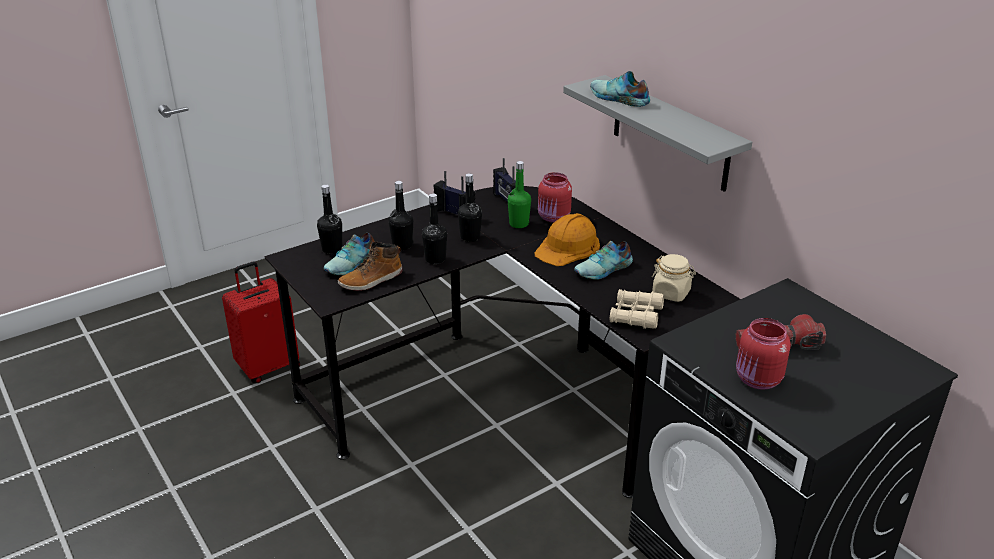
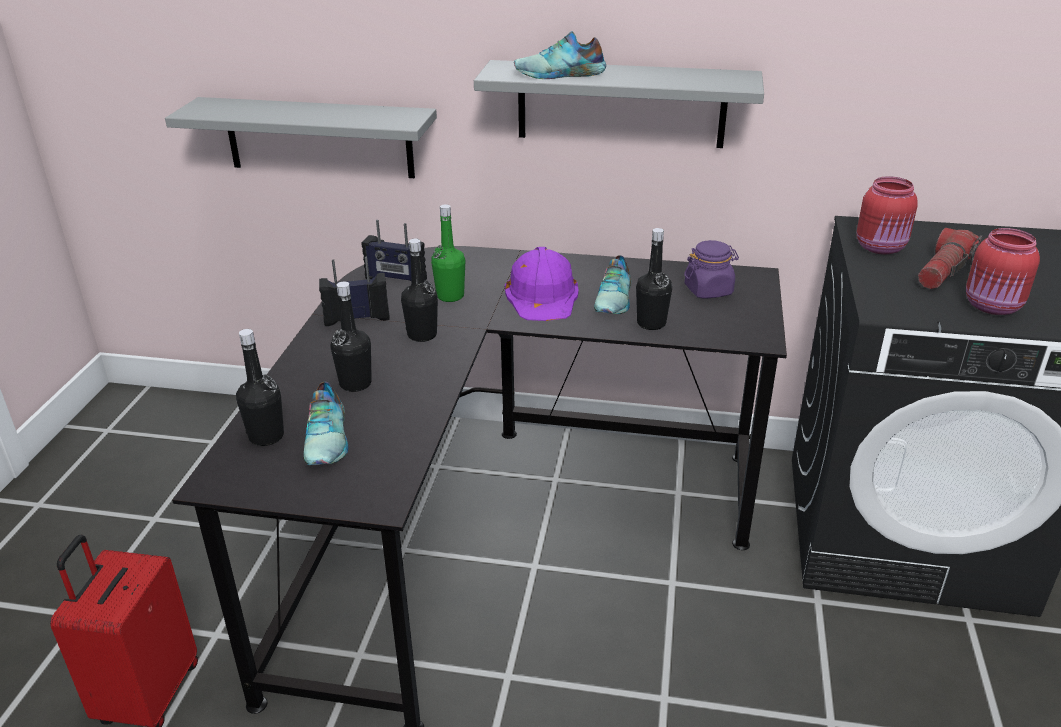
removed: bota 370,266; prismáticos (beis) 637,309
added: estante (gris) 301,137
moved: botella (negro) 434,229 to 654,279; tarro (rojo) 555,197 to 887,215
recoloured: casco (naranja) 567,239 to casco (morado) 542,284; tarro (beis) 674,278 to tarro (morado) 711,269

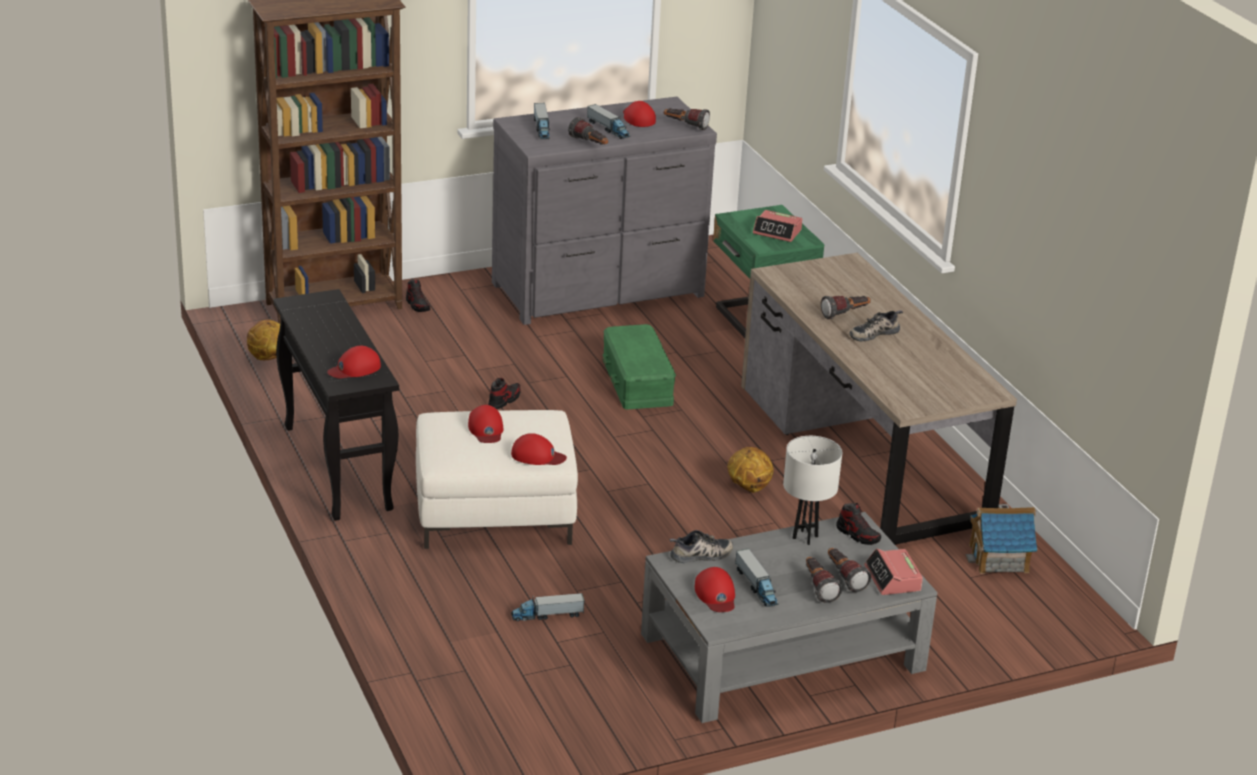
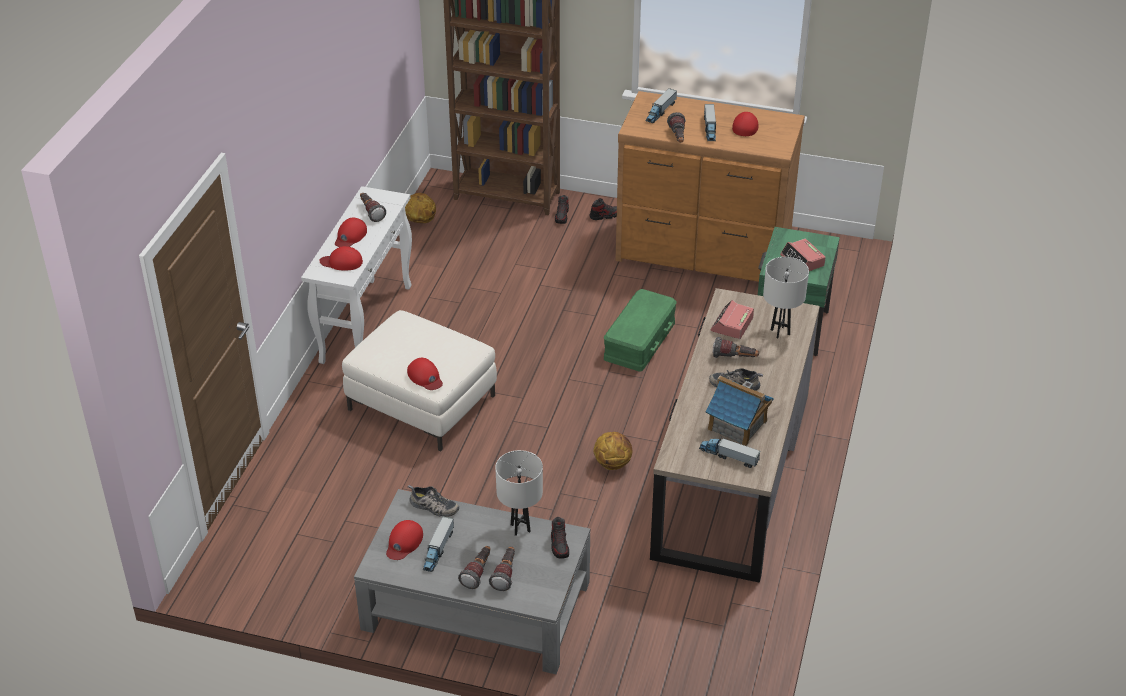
added: lámpara de mesa (blanco) 786,297
moved: gorra (rojo) 485,424 to 351,232; zapato 504,393 to 603,209; camión de juguete 548,607 to 729,452; linterna 687,119 to 373,207; despertador 893,571 to 732,319; casita 1001,539 to 739,411
recoloured: mesa consola (negro) 336,405 to mesa consola (blanco) 356,275; cómoda (gris) 604,211 to cómoda (marrón) 710,186

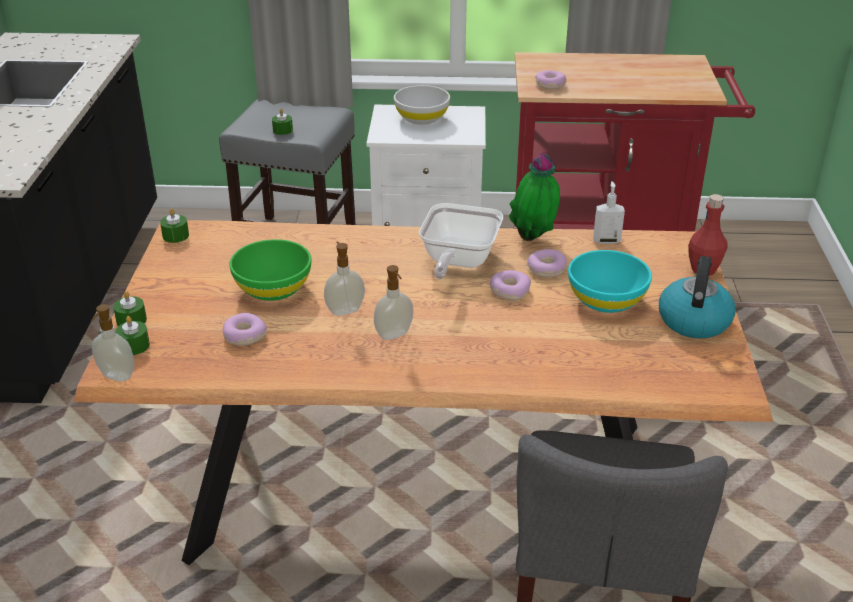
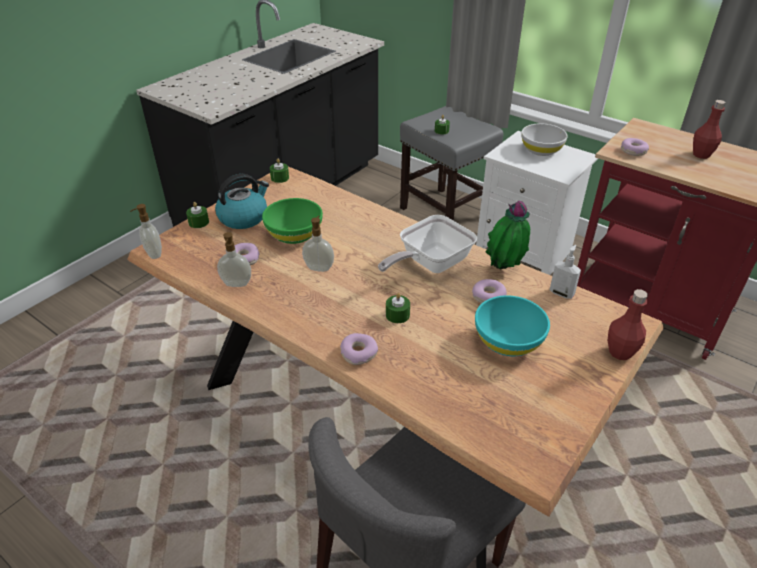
added: botella (rojo) 709,129
moved: vela (verde) 132,335 to 398,308; dispensador de jabón 393,302 to 234,259; rosquilla 510,285 to 359,349; hervidor 697,297 to 242,201

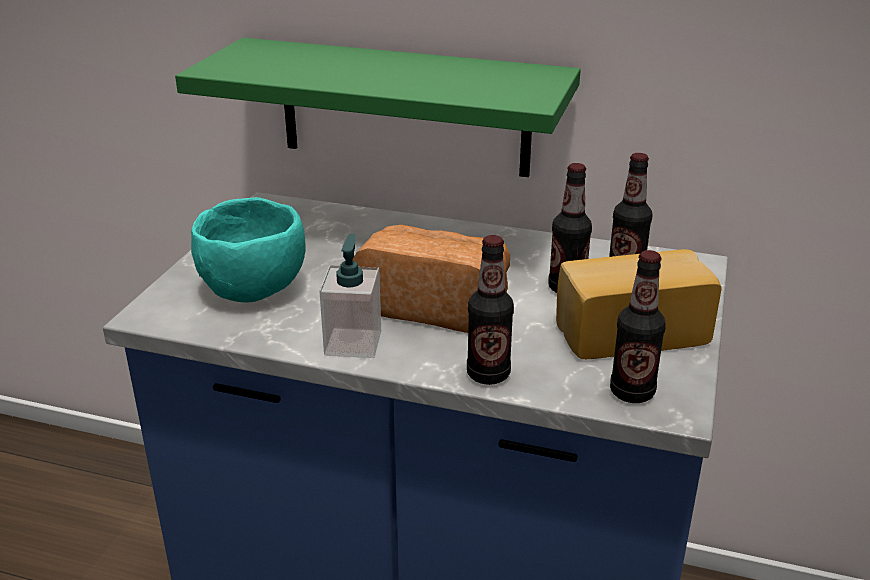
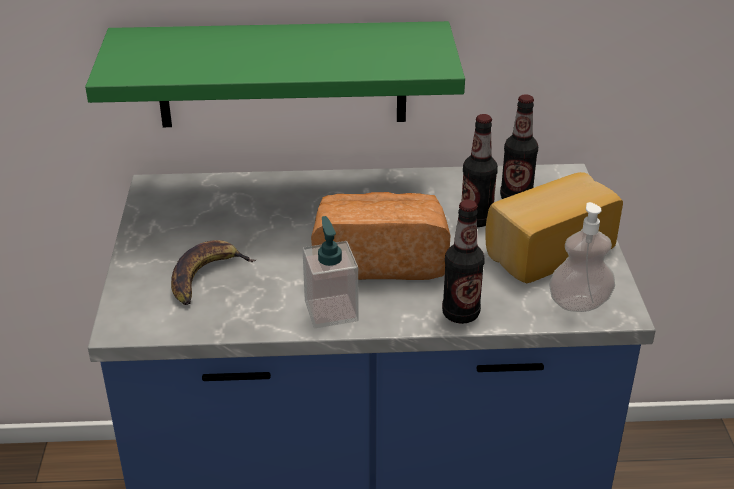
replaced: cuenco (turquesa) 248,249 to plátano 213,272; botella 638,326 to dispensador de jabón 582,257

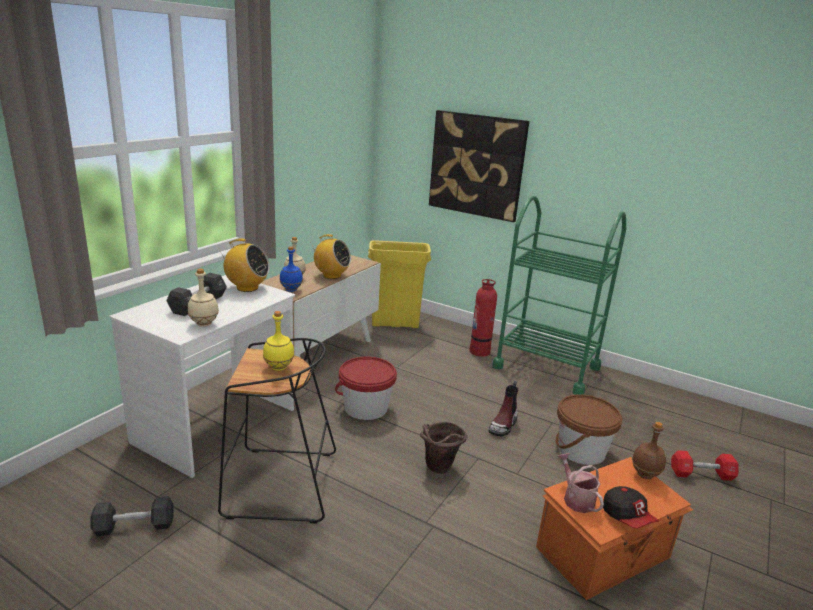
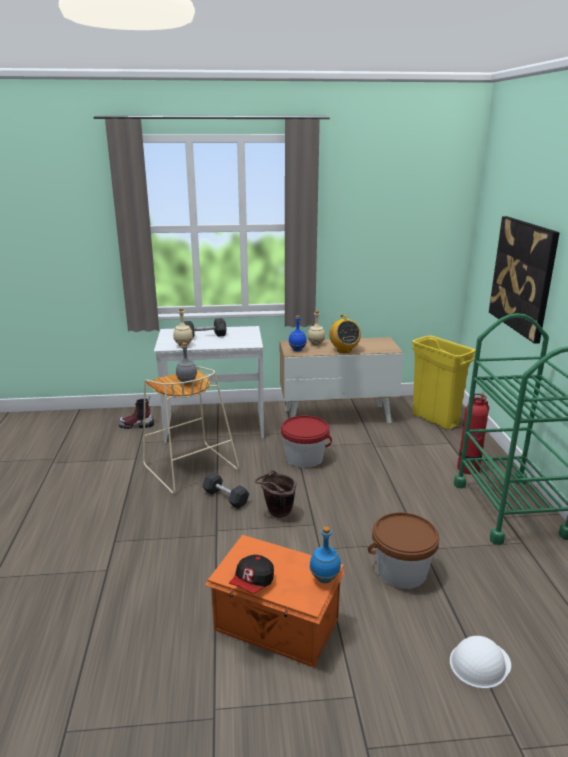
removed: radio 244,265; regadera 580,483
moved: mancuerna (negro) 132,516 to 225,490; bota 504,408 to 136,412
replaced: mancuerna (rojo) 704,465 to casco (blanco) 480,662
recoloured: taburete (negro) 277,430 to taburete (beis) 191,430; botella (amarillo) 278,341 to botella (gris) 186,363; botella (marrón) 649,450 to botella (azul) 325,554

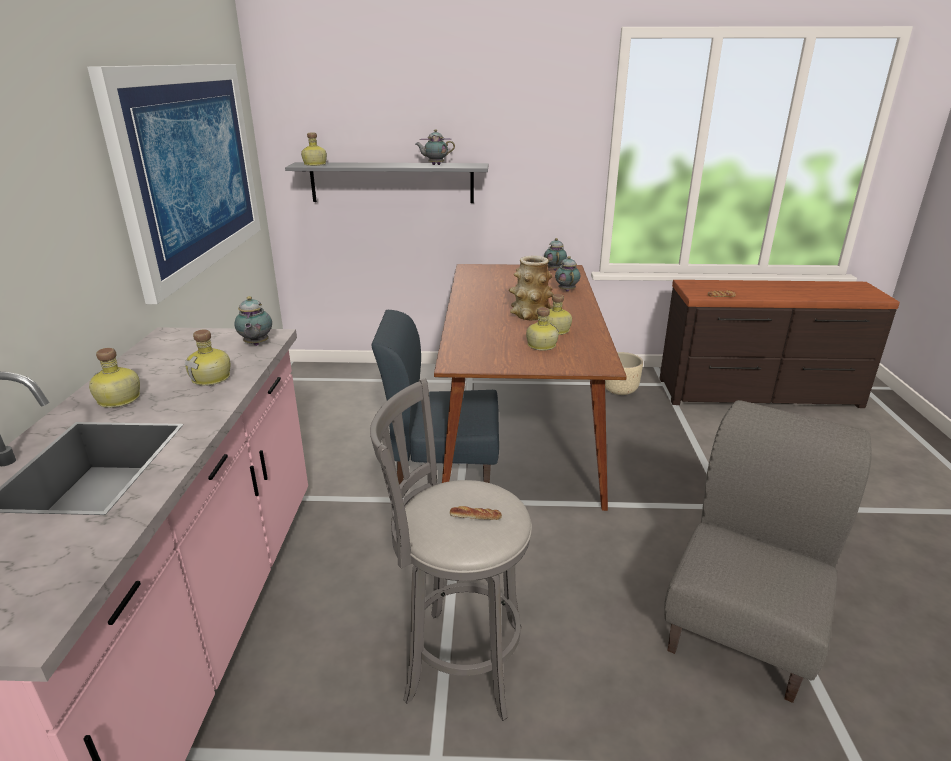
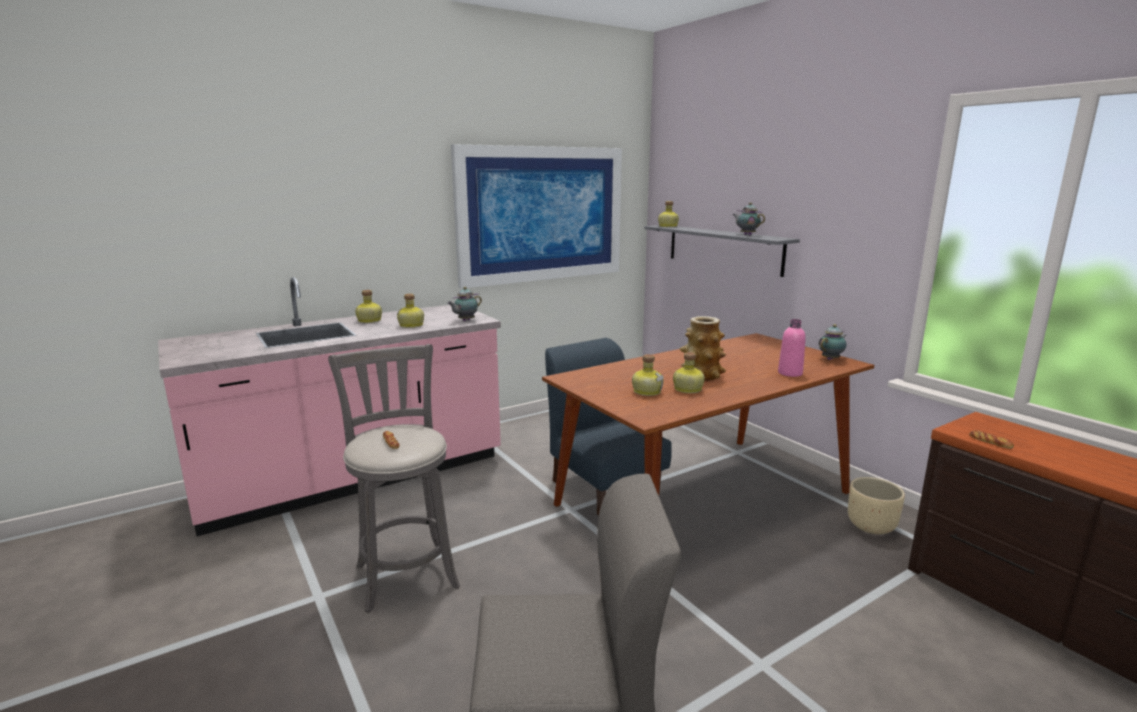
replaced: tetera 567,274 to botella (rosa) 792,348

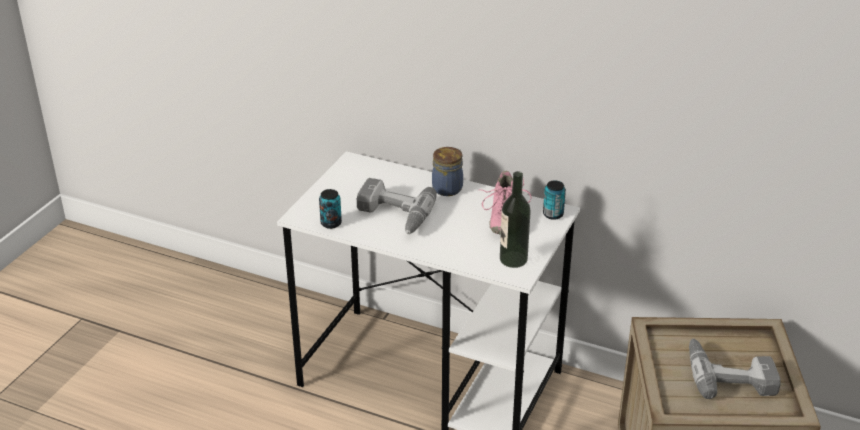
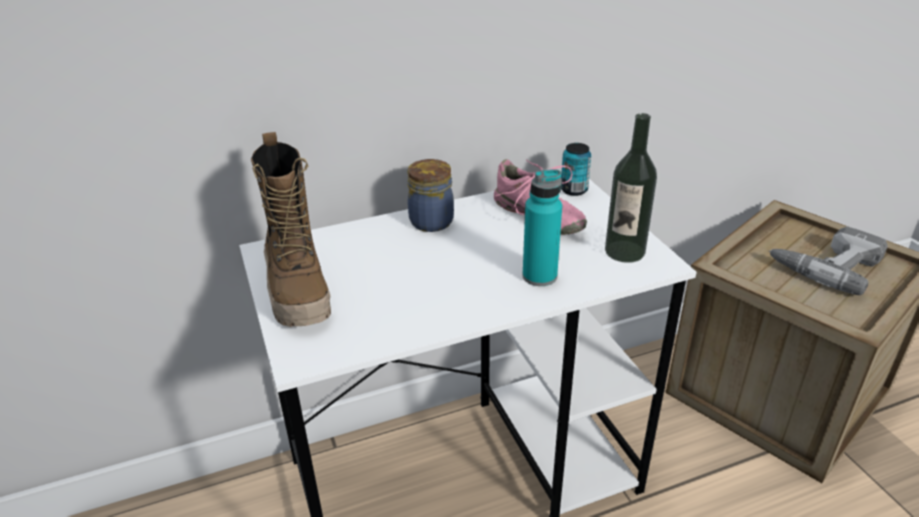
removed: lata 330,209; taladro 397,206
added: bota 291,229; botella (turquesa) 542,227

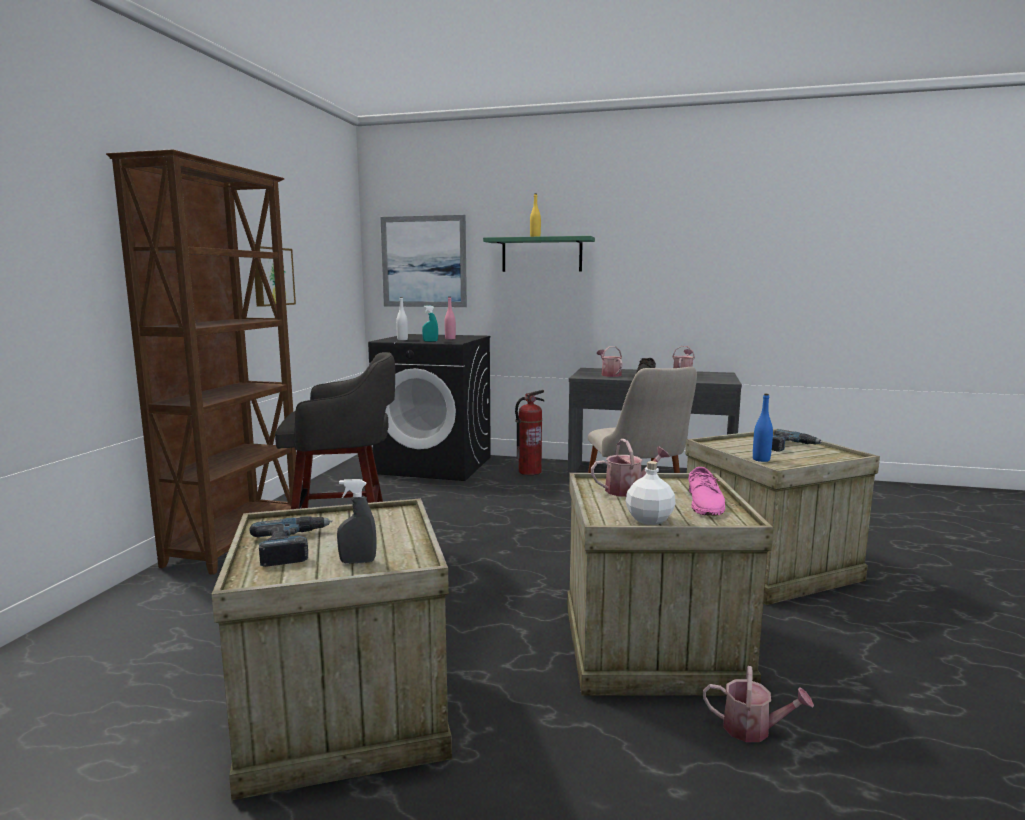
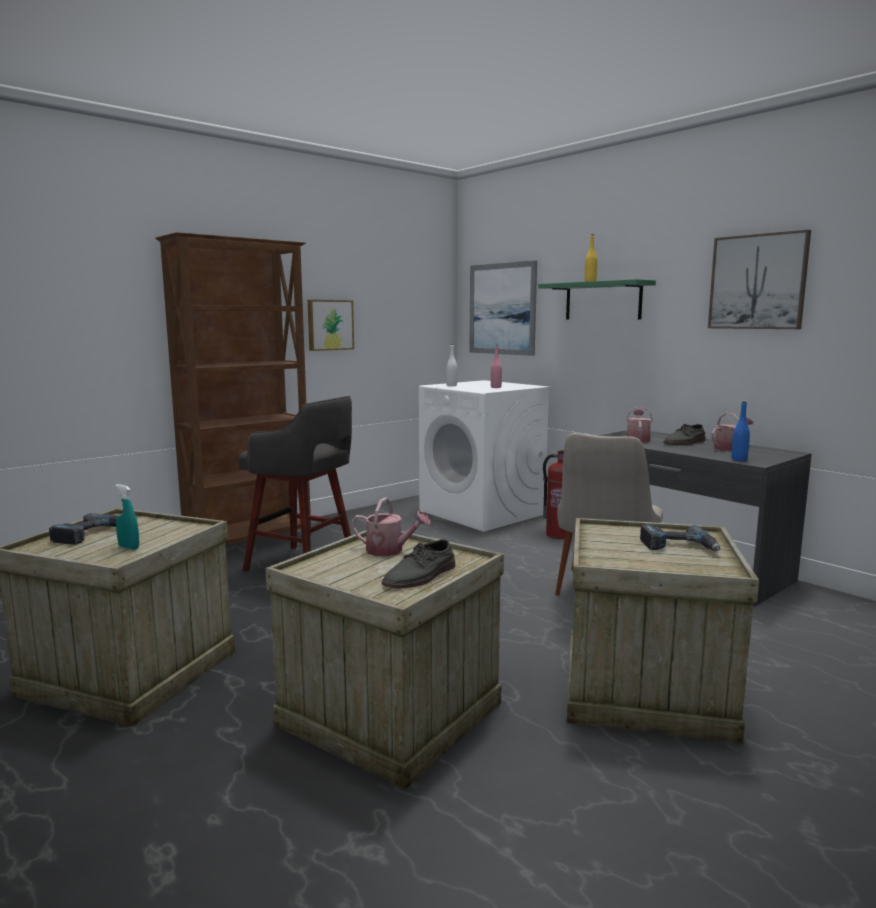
removed: pulverizador (gris) 356,521; botella (blanco) 650,493; regadera 758,704
added: cuadro 759,279
moved: pulverizador (turquesa) 430,324 to 127,517; botella (azul) 763,427 to 740,431
recoloured: lavadora (negro) 429,407 to lavadora (blanco) 485,456; zapato (rosa) 706,491 to zapato (gris) 418,564

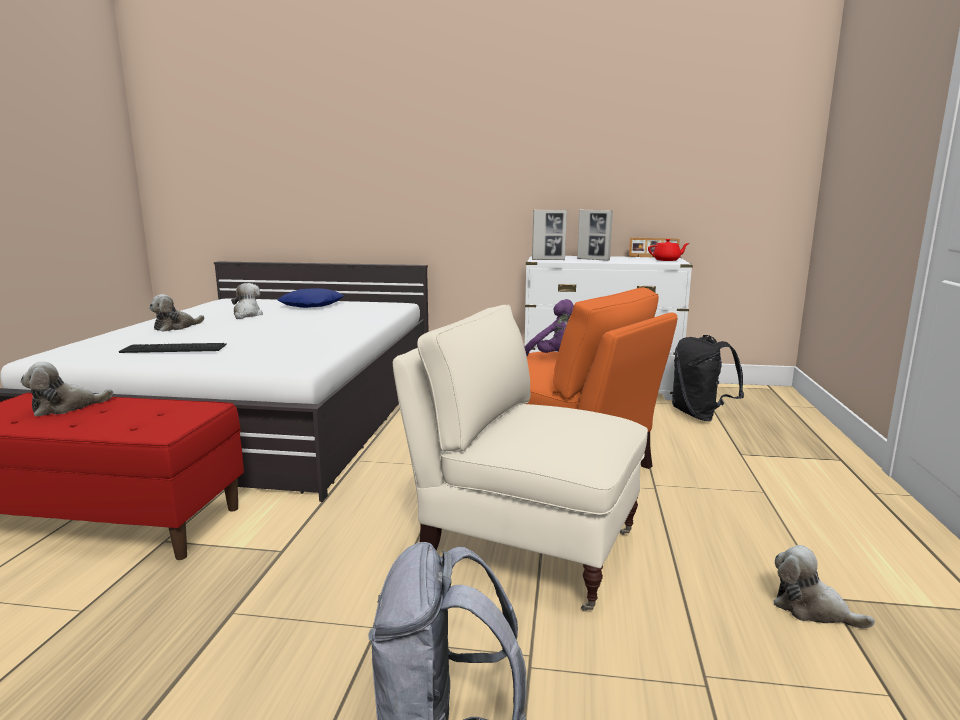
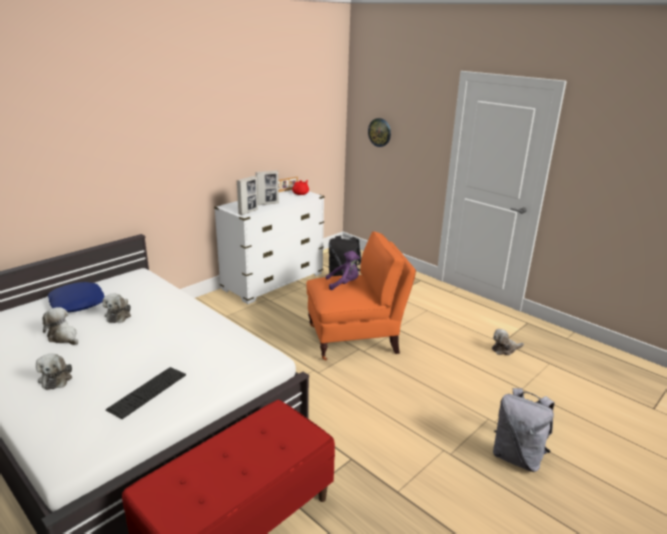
removed: sillón (beis) 520,457
added: reloj de pared 379,132
moved: peluche 67,389 to 116,308

